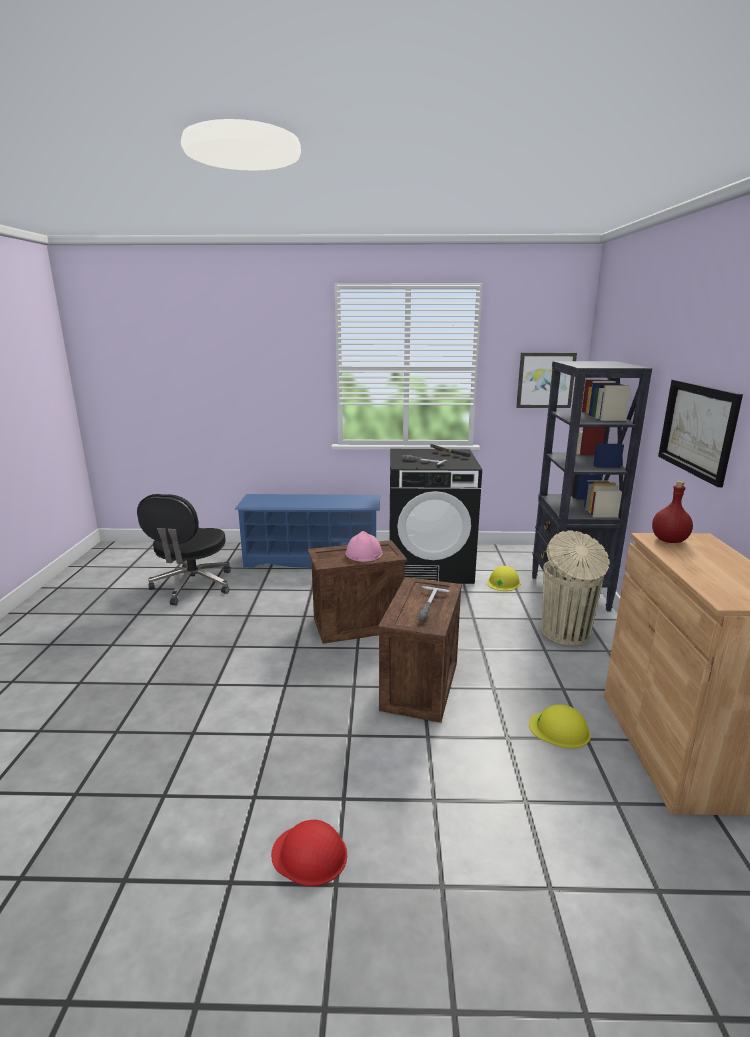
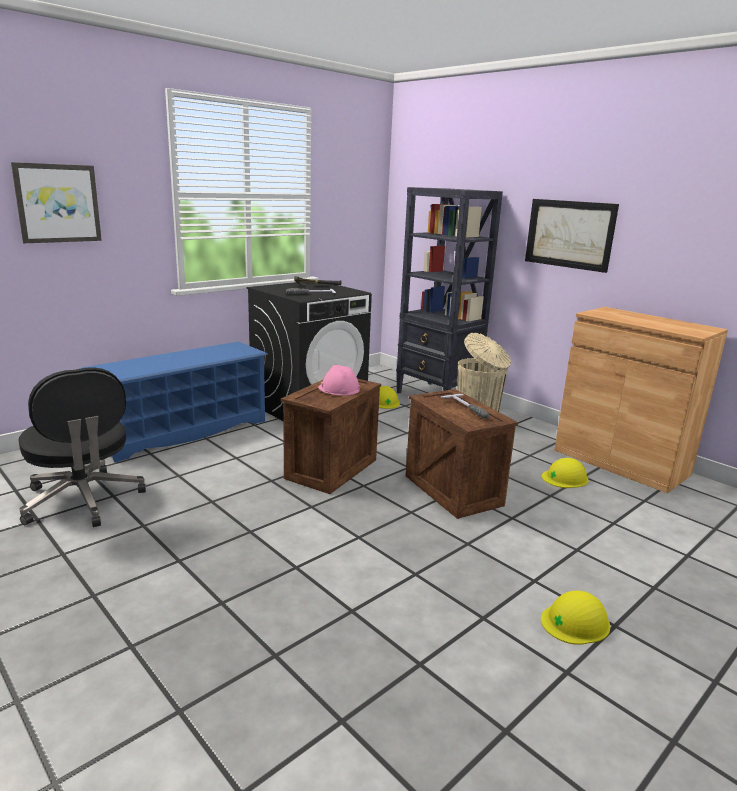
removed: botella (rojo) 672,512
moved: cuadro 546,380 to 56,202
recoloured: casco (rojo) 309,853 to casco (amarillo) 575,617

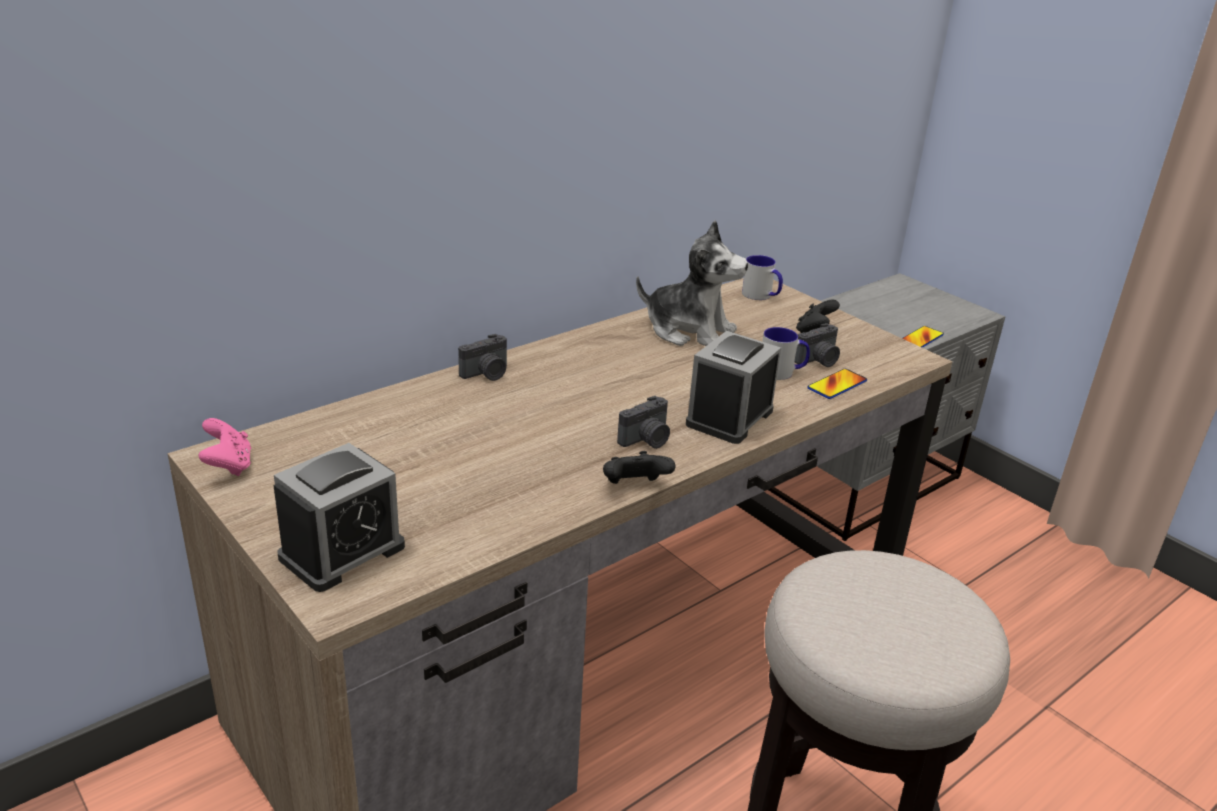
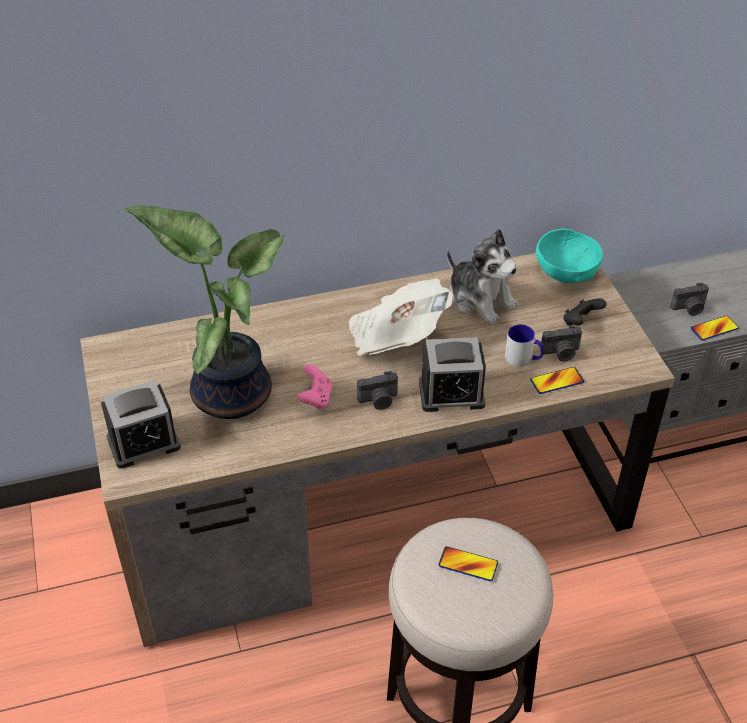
removed: mando de consola (negro) 639,467
added: planta en maceta 205,312; periódico 401,317; móvil 468,563
moved: mando de consola (rosa) 225,447 to 314,387; cámara 482,357 to 689,299
replaced: taza grande 762,277 to cuenco (turquesa) 569,255
turned: despertador 733,387 = 452,374 150 degrees counterclockwise

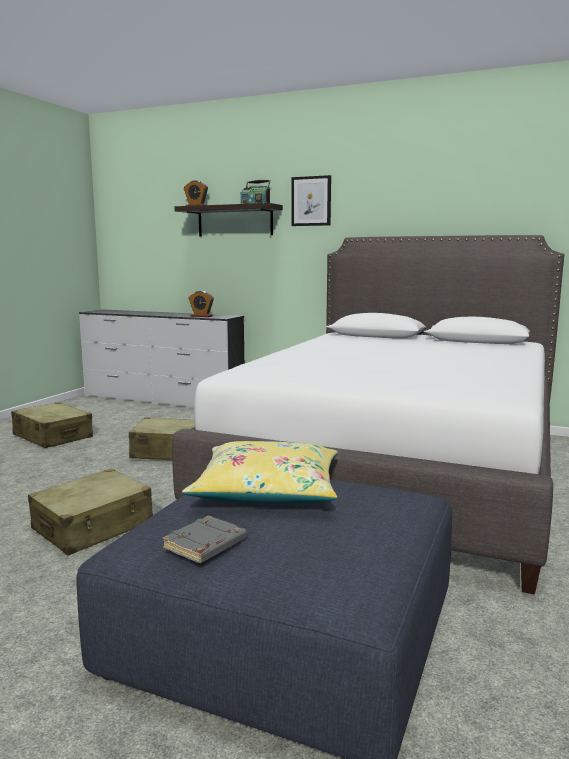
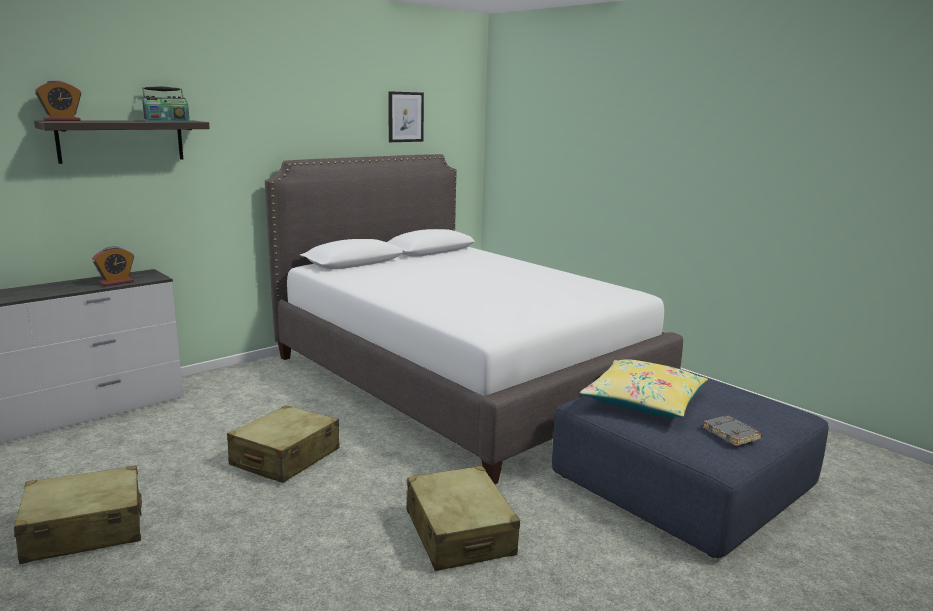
moved: cuadro 311,200 to 406,116

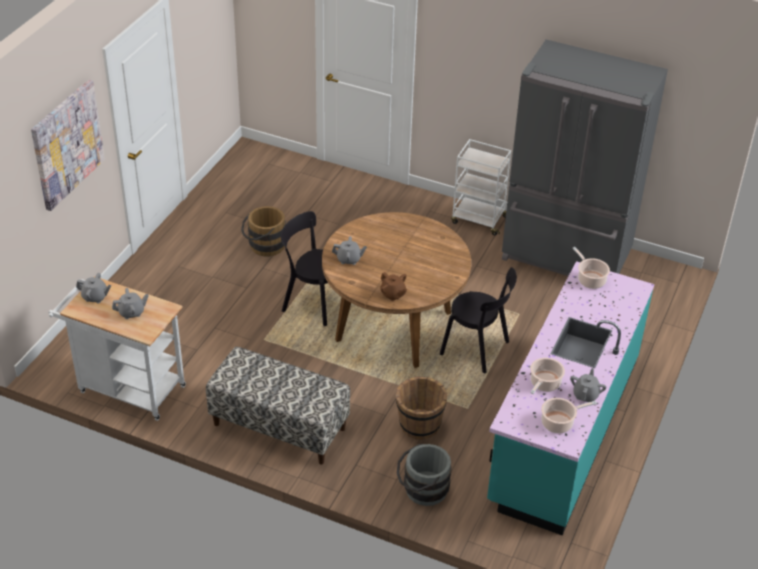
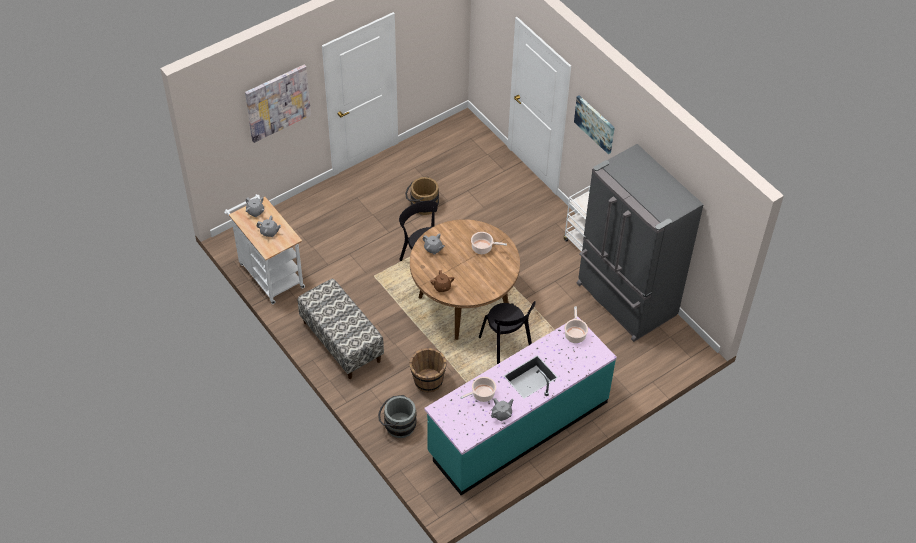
added: cuadro 594,124
moved: olla 569,415 to 489,243

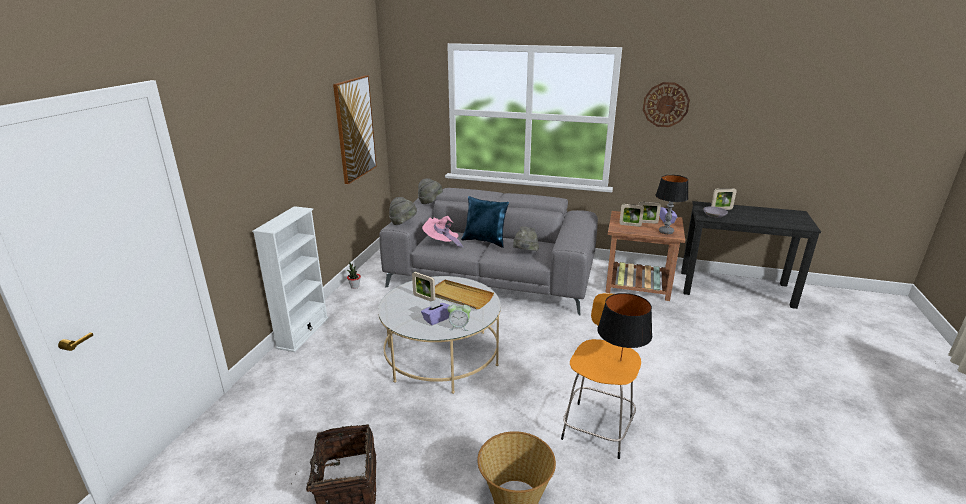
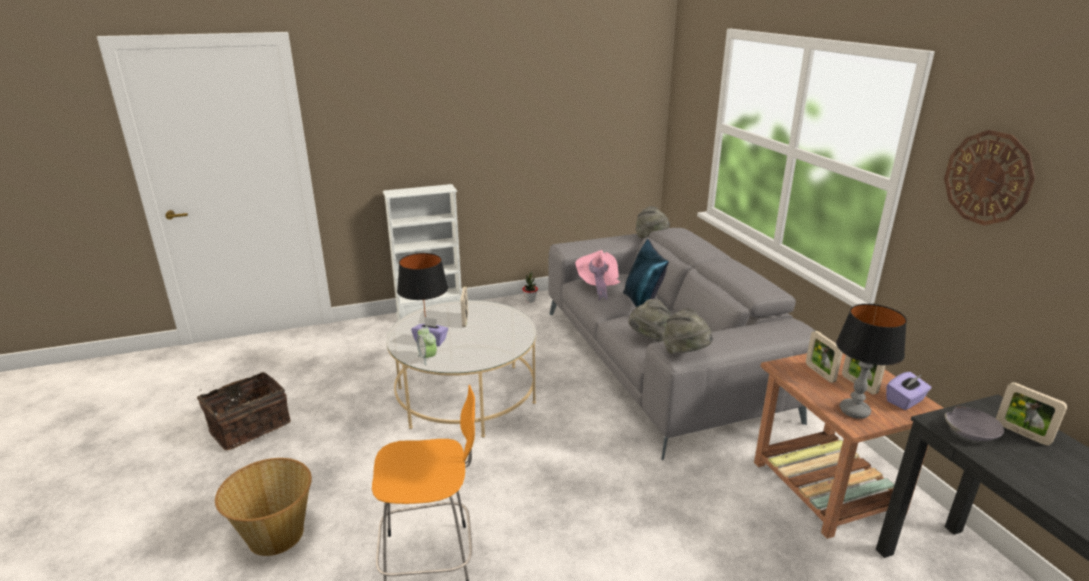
removed: cuadro 355,130; bandeja (beis) 464,294
moved: sombrero (gris) 403,211 to 688,331; lámpara de mesa (negro) 625,327 to 422,285

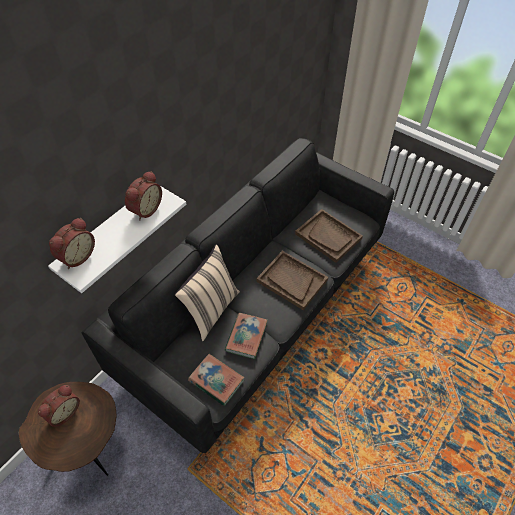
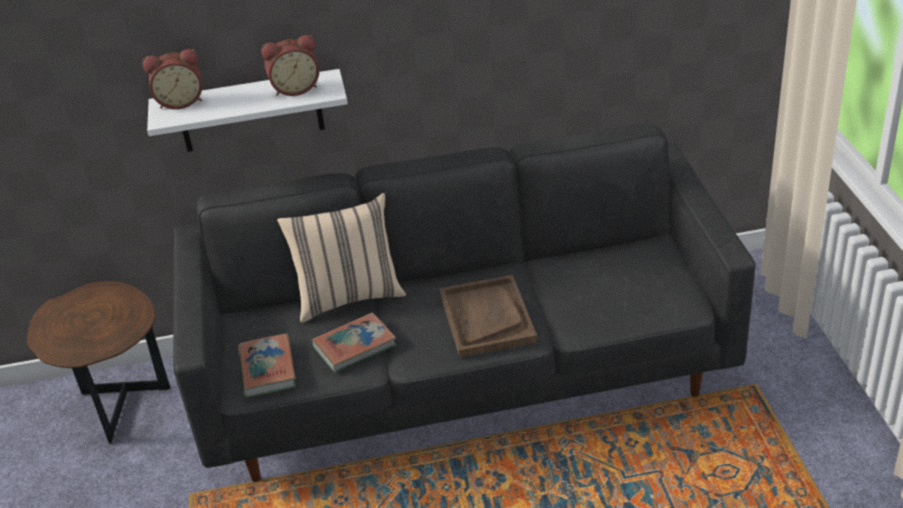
removed: despertador 59,406; bandeja (marrón) 329,236

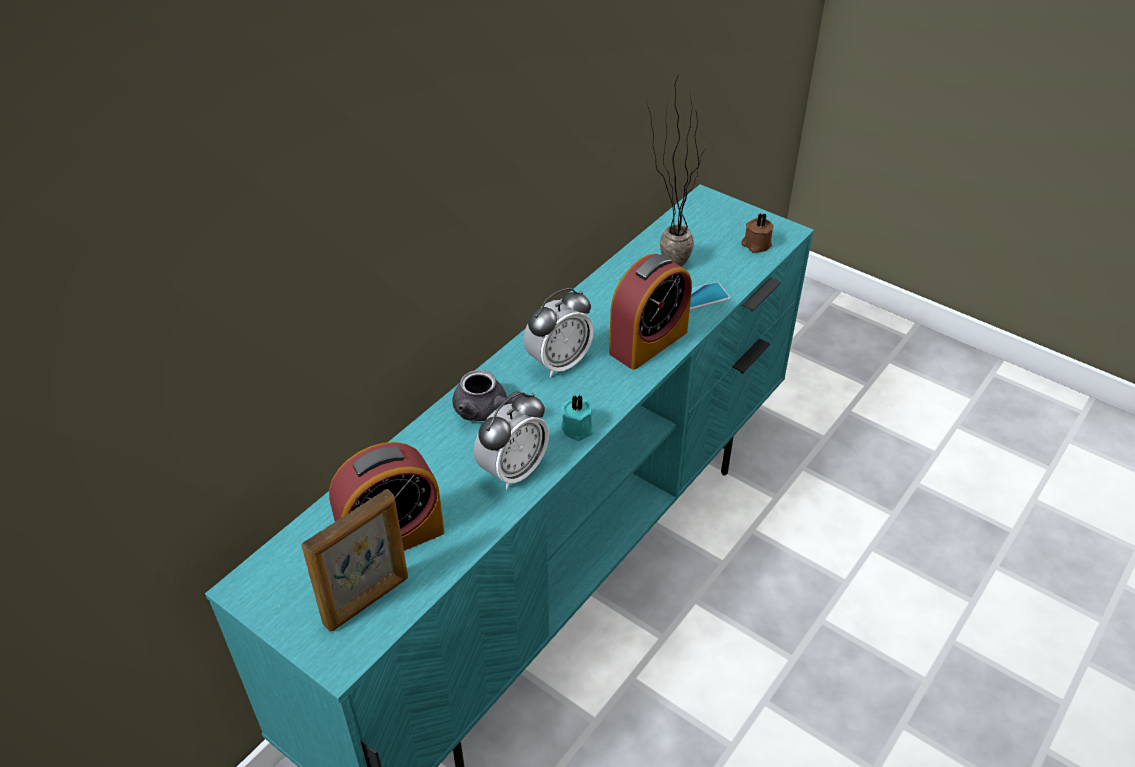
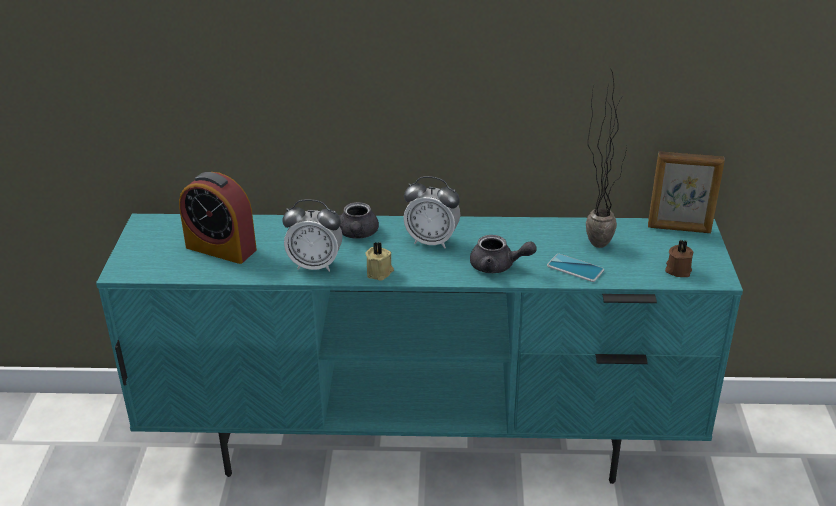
moved: portarretratos 354,560 to 686,192
replaced: despertador 650,312 to tetera (gris) 503,254
recoloured: vela (turquesa) 577,418 to vela (beis) 380,261

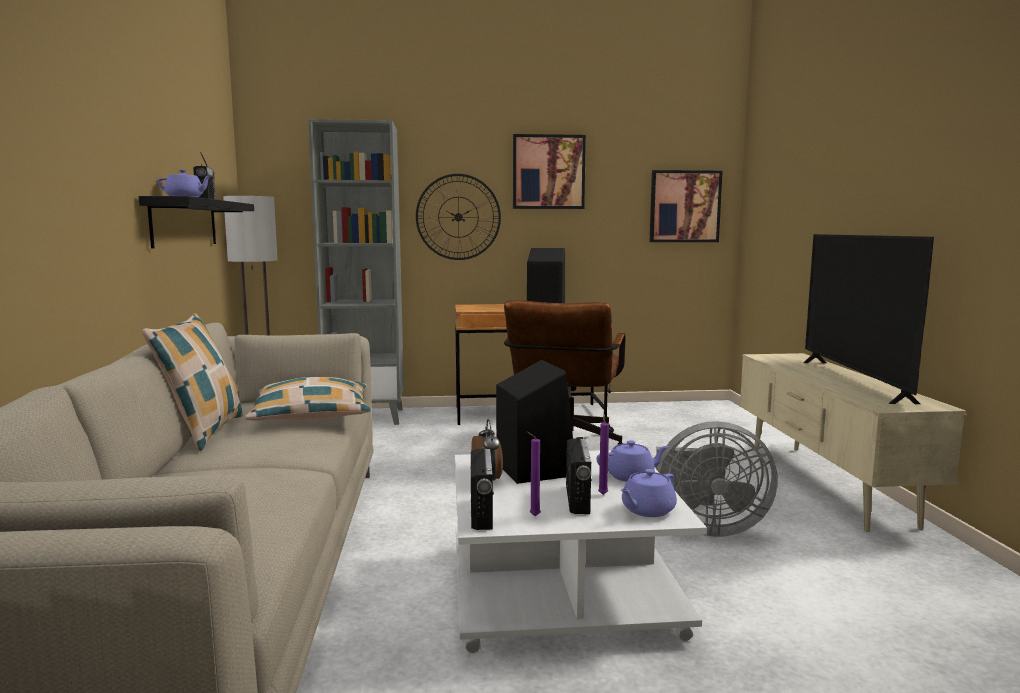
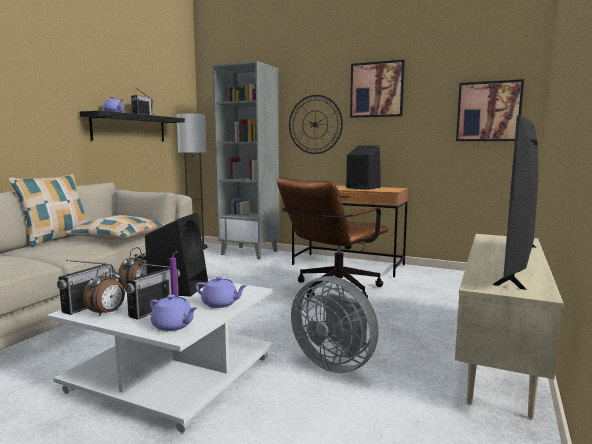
replaced: vela (morado) 533,473 to despertador 104,290
turned: tetera (morado) 649,493 = 173,312 135 degrees counterclockwise

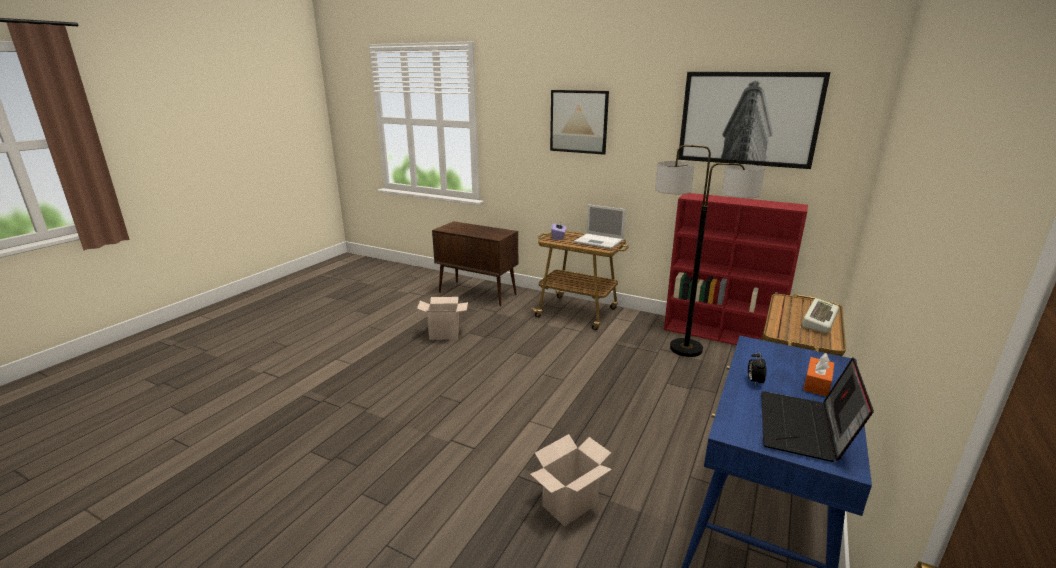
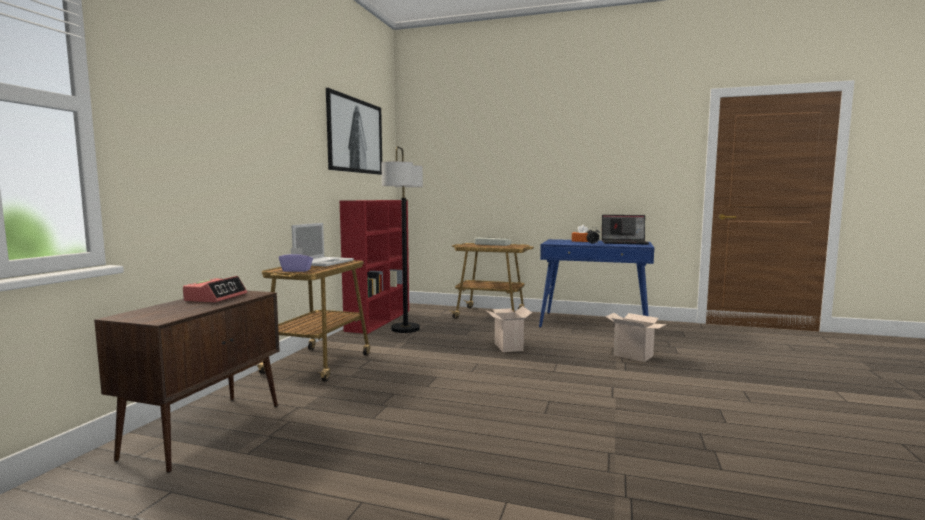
removed: cuadro 579,122
added: despertador 215,289
moved: caja de cartón 442,318 to 509,329

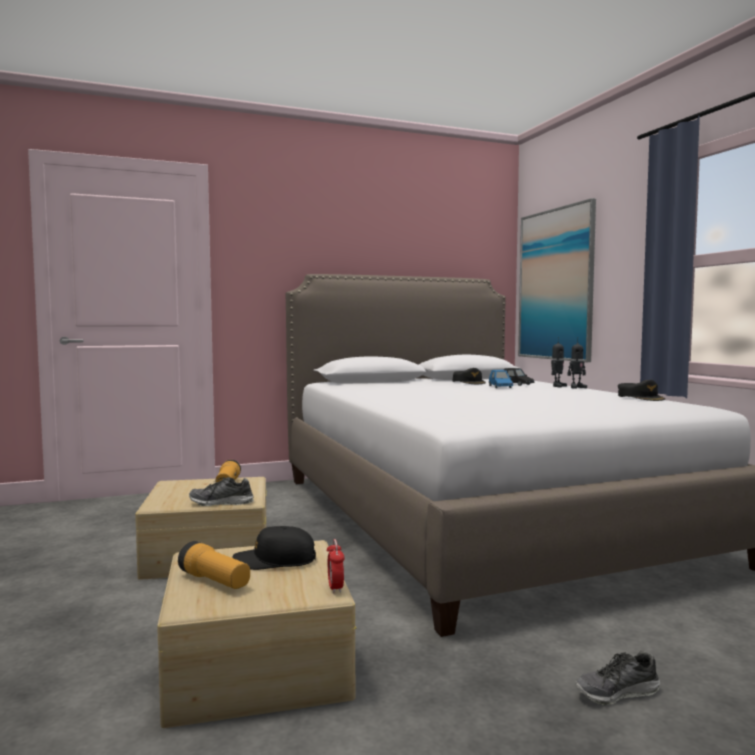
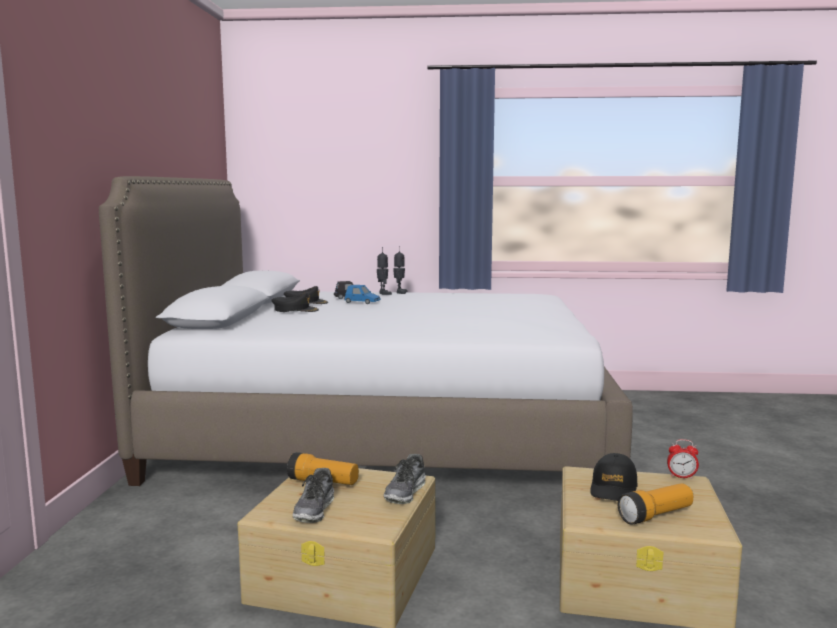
removed: cuadro 557,280
moved: zapato 618,678 to 313,495; gorra (negro) 641,390 to 295,302

